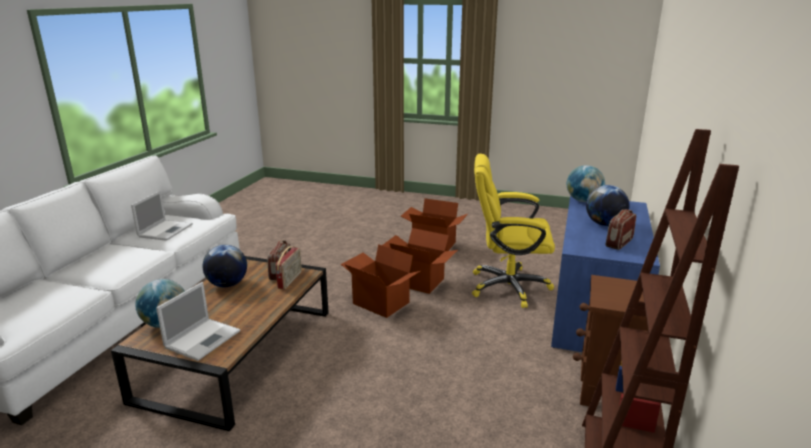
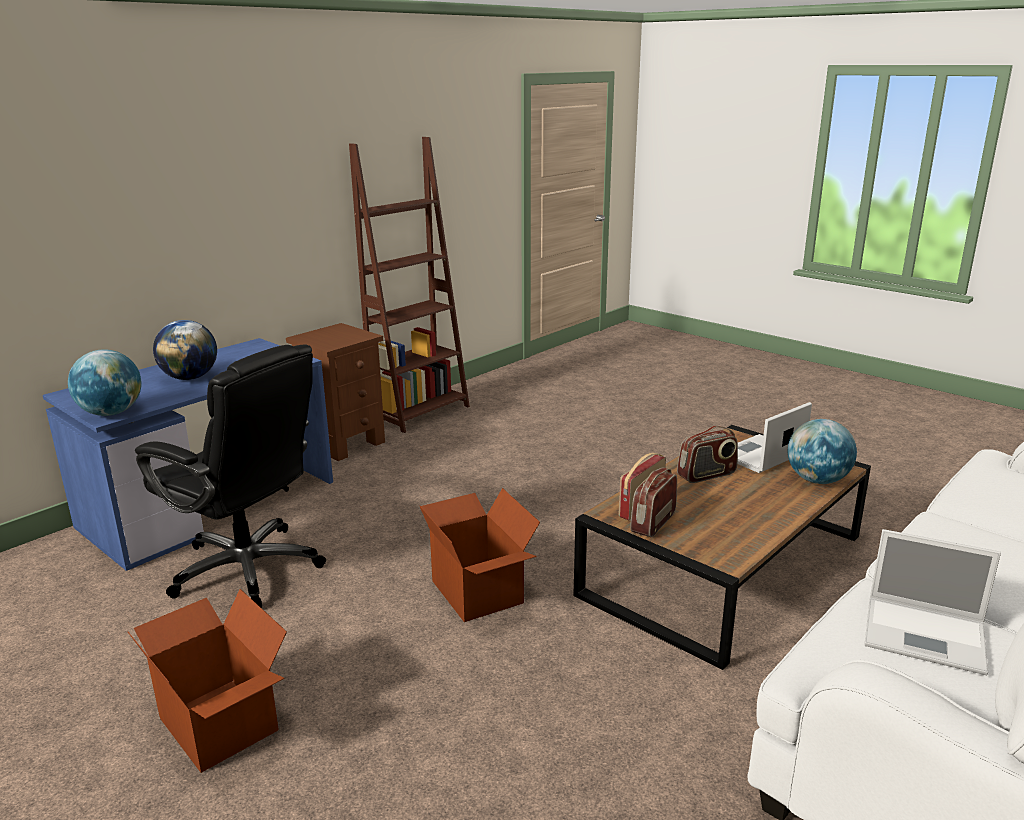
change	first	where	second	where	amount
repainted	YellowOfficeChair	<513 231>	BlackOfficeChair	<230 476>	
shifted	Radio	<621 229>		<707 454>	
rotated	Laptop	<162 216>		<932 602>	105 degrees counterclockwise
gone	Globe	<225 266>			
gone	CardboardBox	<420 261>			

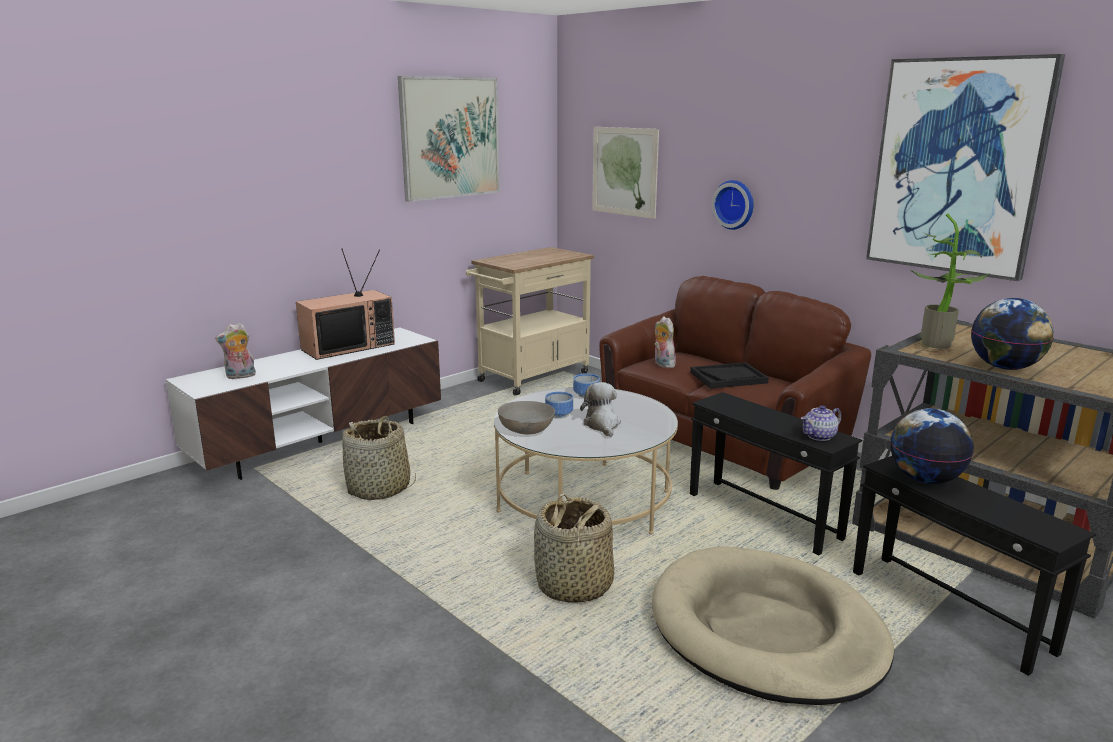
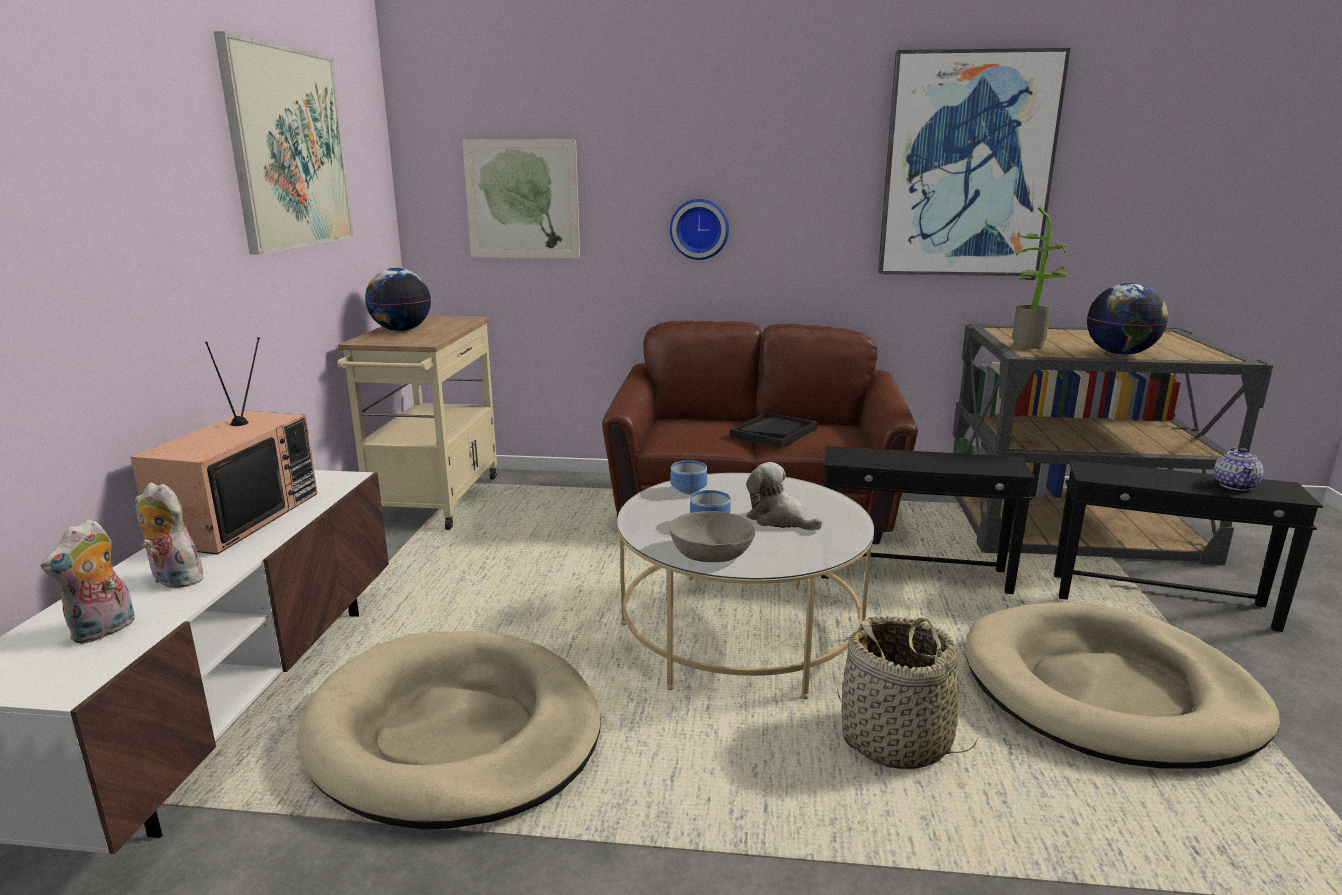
change	first	where	second	where	amount
shifted	PlushToy	<665 342>		<171 535>	
swapped	Basket	<379 458>	BeigeDogBed	<449 730>	
shifted	Globe	<932 446>		<398 299>	
shifted	Teapot	<821 423>		<1239 469>	

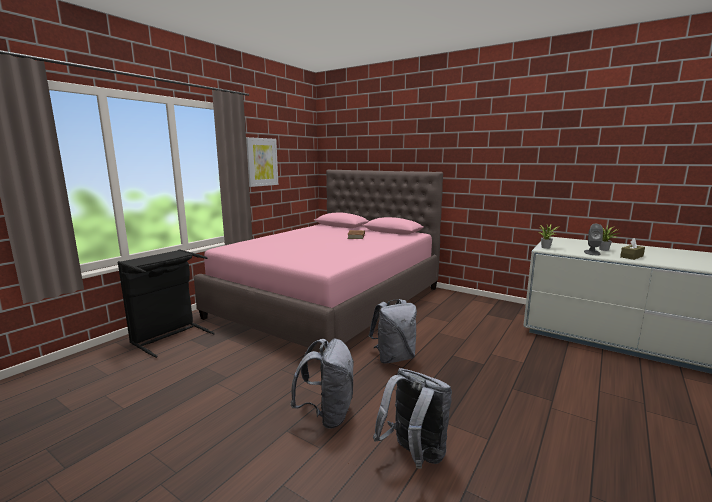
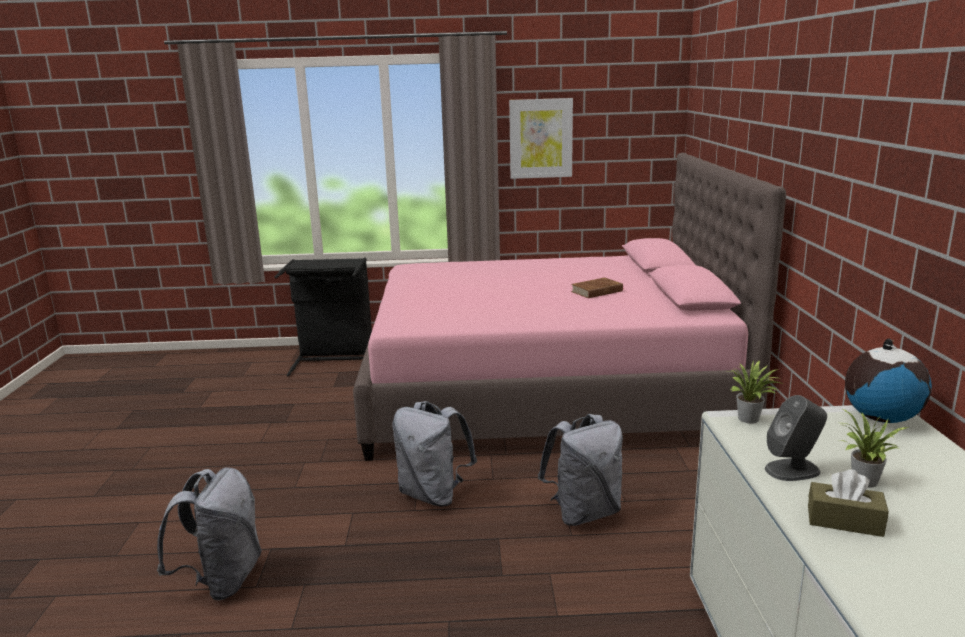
change	first	where	second	where	amount
shifted	GreyBackpack	<322 384>		<580 470>	
new			Globe	<888 380>	

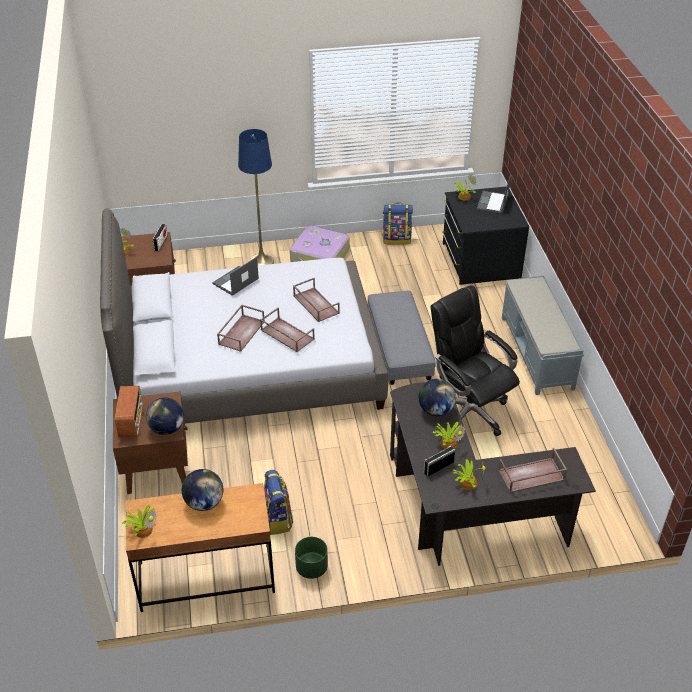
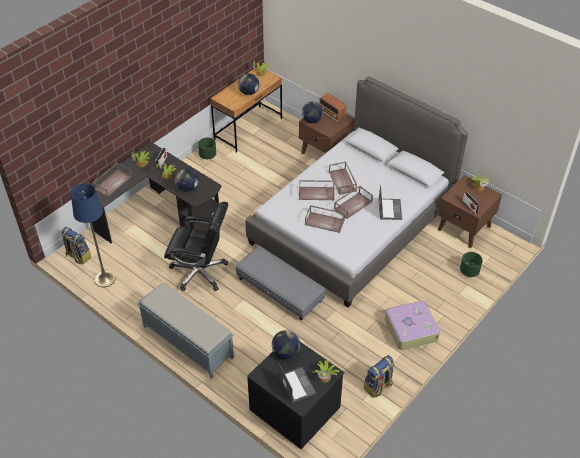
change	first	where	second	where	amount
shifted	Backpack	<278 502>		<76 246>	
shifted	BlueFloorLamp	<256 197>		<93 235>	
new			Globe	<286 344>	
new			BrownTray	<353 202>	
new			GreenPlanter	<471 264>	

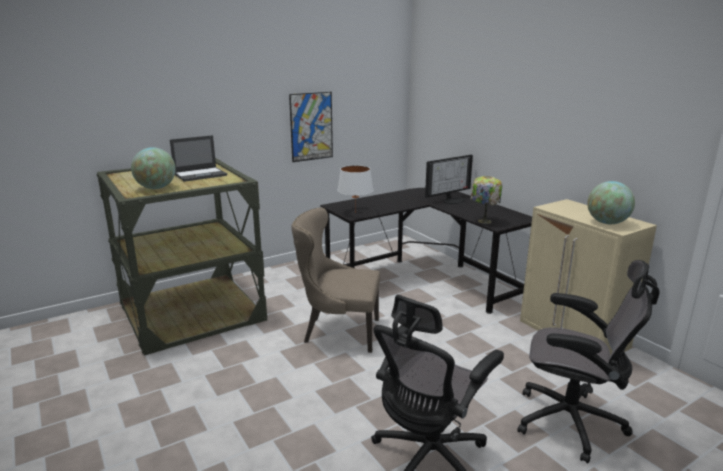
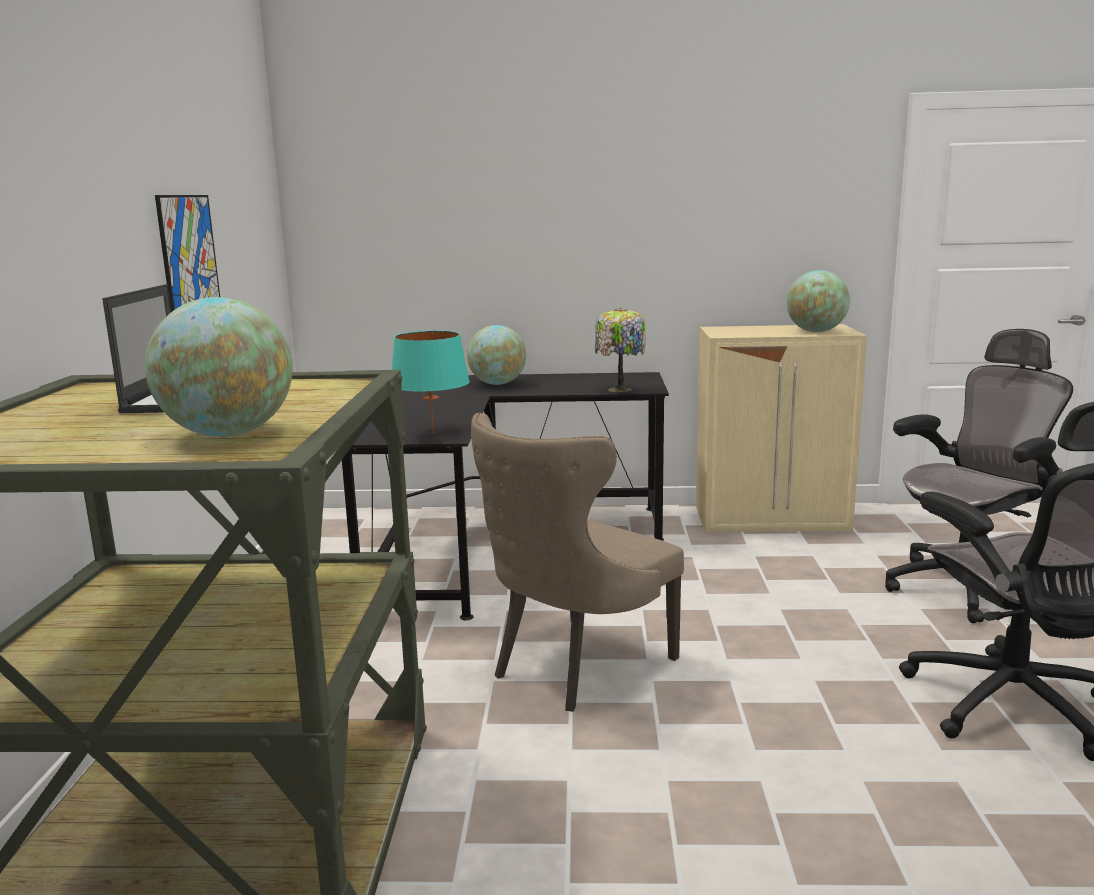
change	first	where	second	where	amount
repainted	WhiteTableLamp	<355 189>	TurquoiseTableLamp	<431 382>	
swapped	Monitor	<449 179>	Globe	<496 355>	

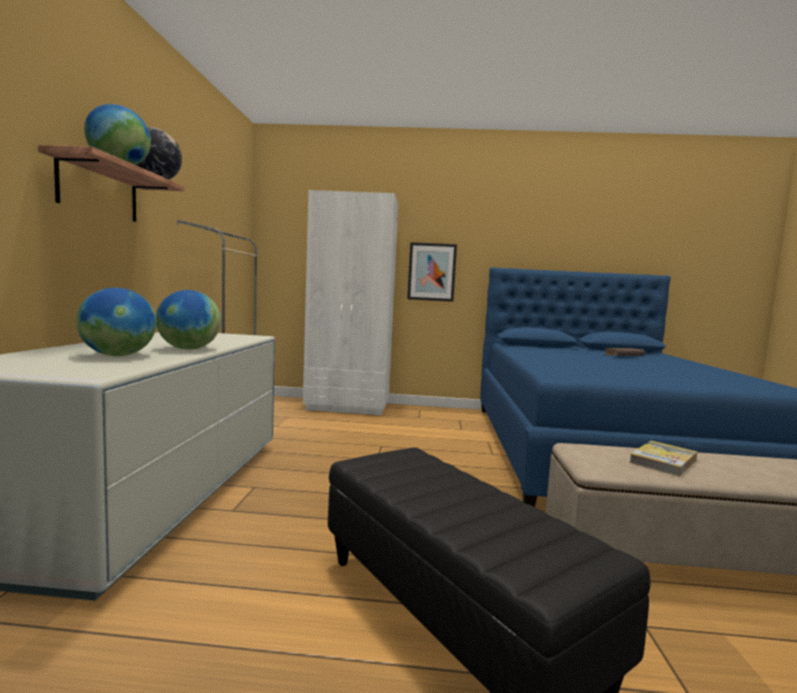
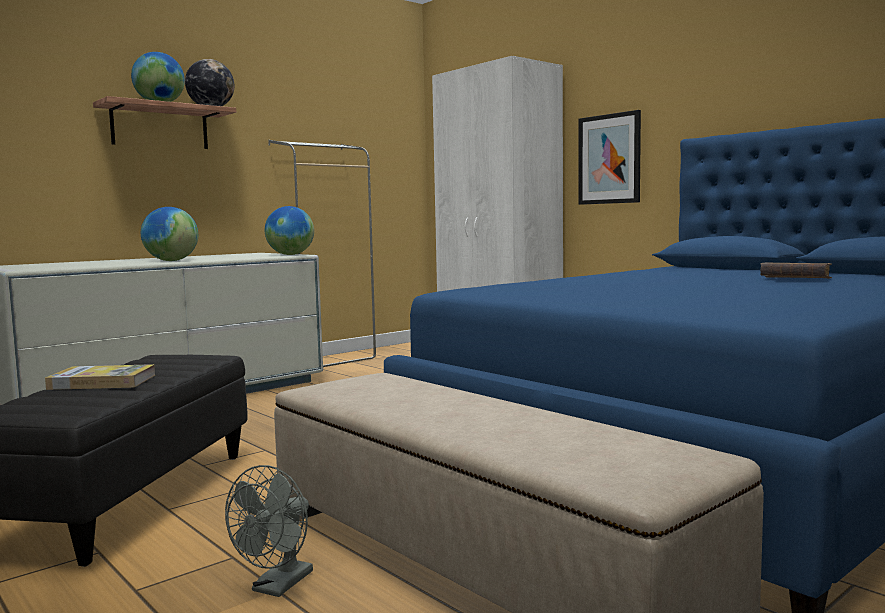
change	first	where	second	where	amount
shifted	Book	<663 459>		<100 377>	
new			GreyFan	<269 531>	
shifted	Globe	<116 322>		<289 230>	

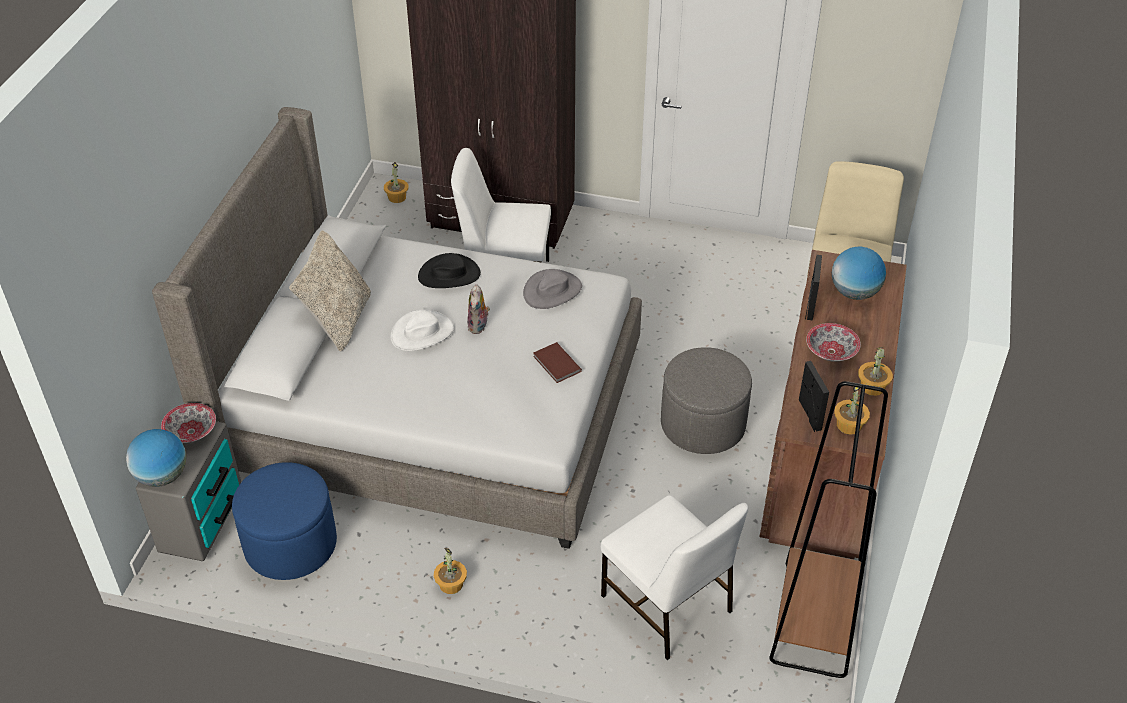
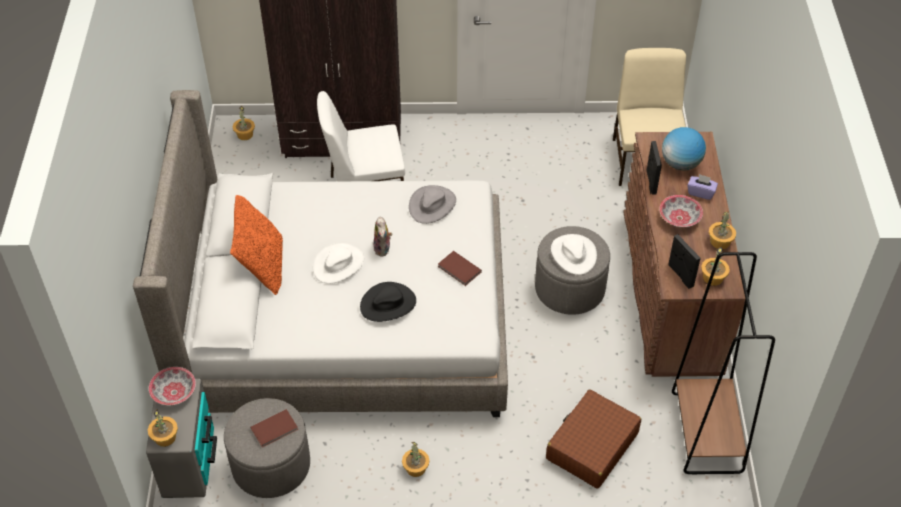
change	first	where	second	where	amount
swapped	Globe	<156 458>	PottedPlant	<163 428>	
repainted	BlueOttoman	<284 521>	GreyOttoman	<267 448>	
repainted	BeigePillow	<330 291>	OrangePillow	<256 245>	
new			BrownBook	<274 428>	
shifted	BlackHat	<449 270>		<388 302>	
swapped	WhiteChair	<674 577>	BrownSuitcase	<593 439>	
new			WhiteHat	<574 254>	
new			PurpleTissueBox	<702 187>	

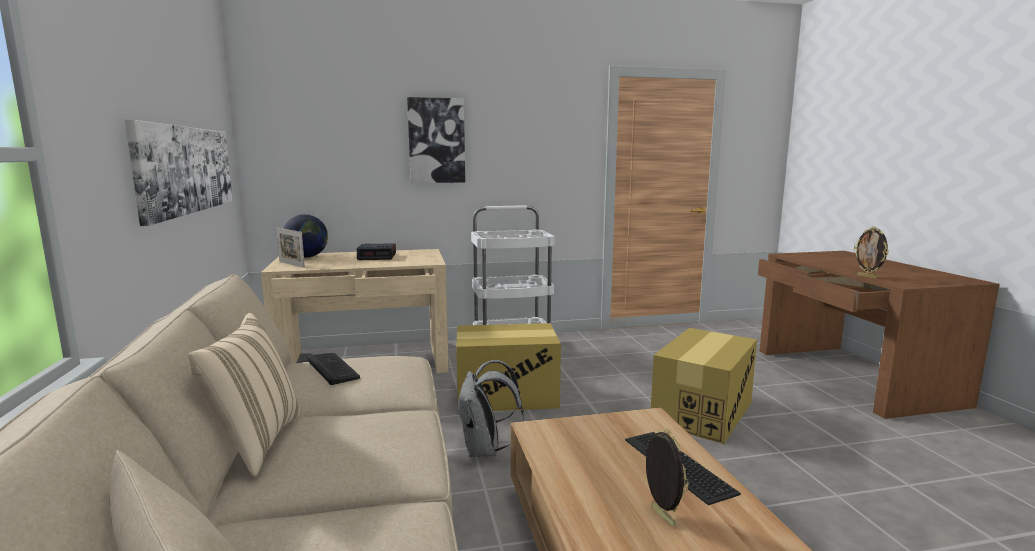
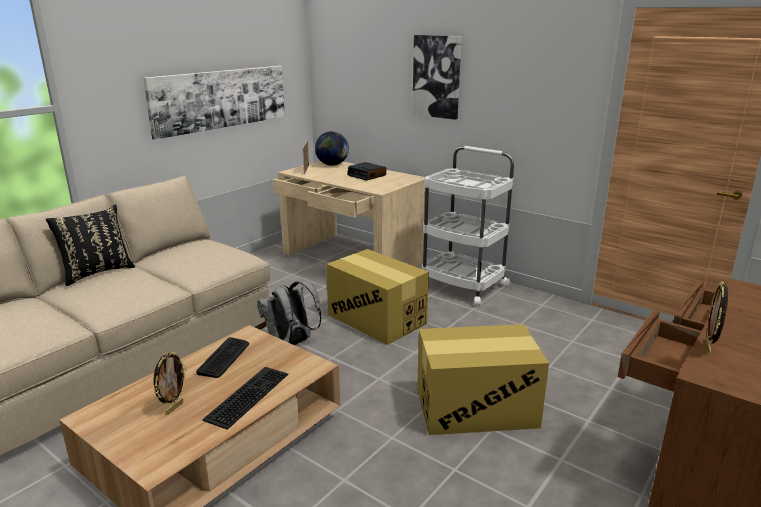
change	first	where	second	where	amount
repainted	BeigePillow	<244 395>	BlackPillow	<90 245>	
shifted	Keyboard	<333 369>		<222 357>	

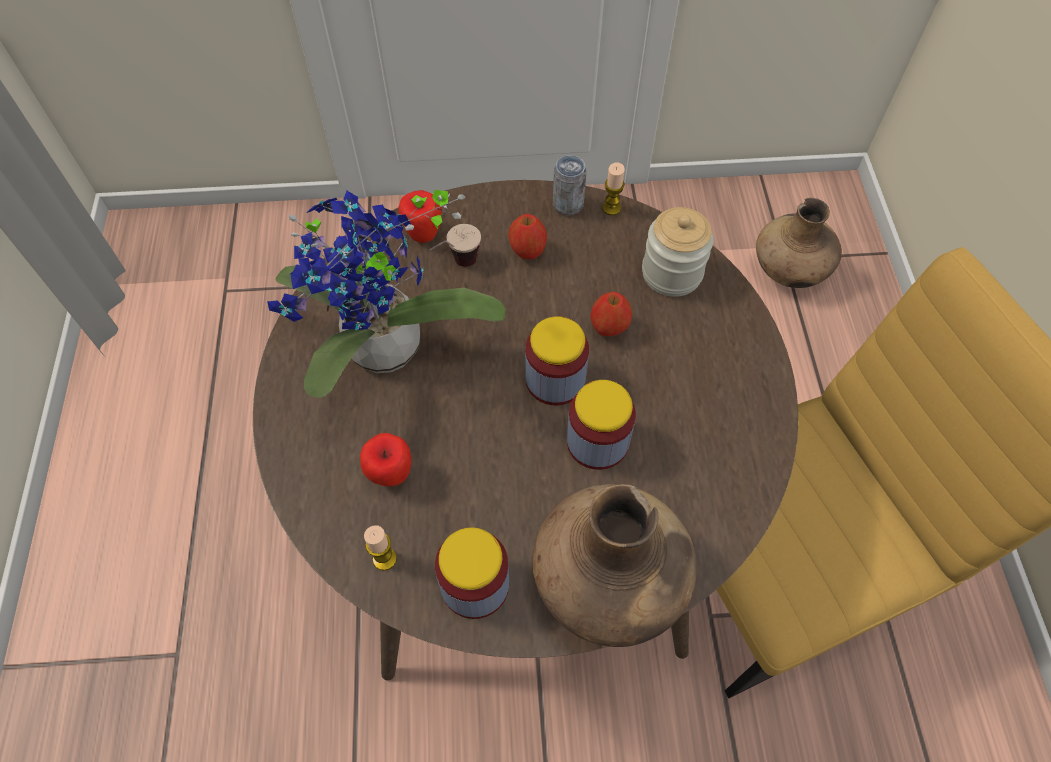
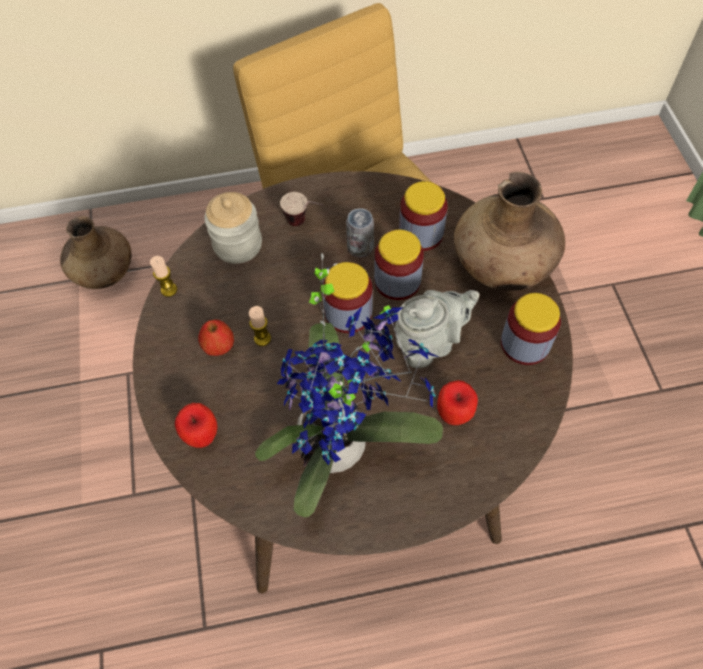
change	first	where	second	where	amount
shifted	Candle	<380 548>		<260 326>	
shifted	Cup	<455 245>		<301 209>	
shifted	Can	<569 185>		<360 233>	
new			GreyTeapot	<437 329>	
new			Jar	<423 216>	
gone	Apple	<611 314>			

